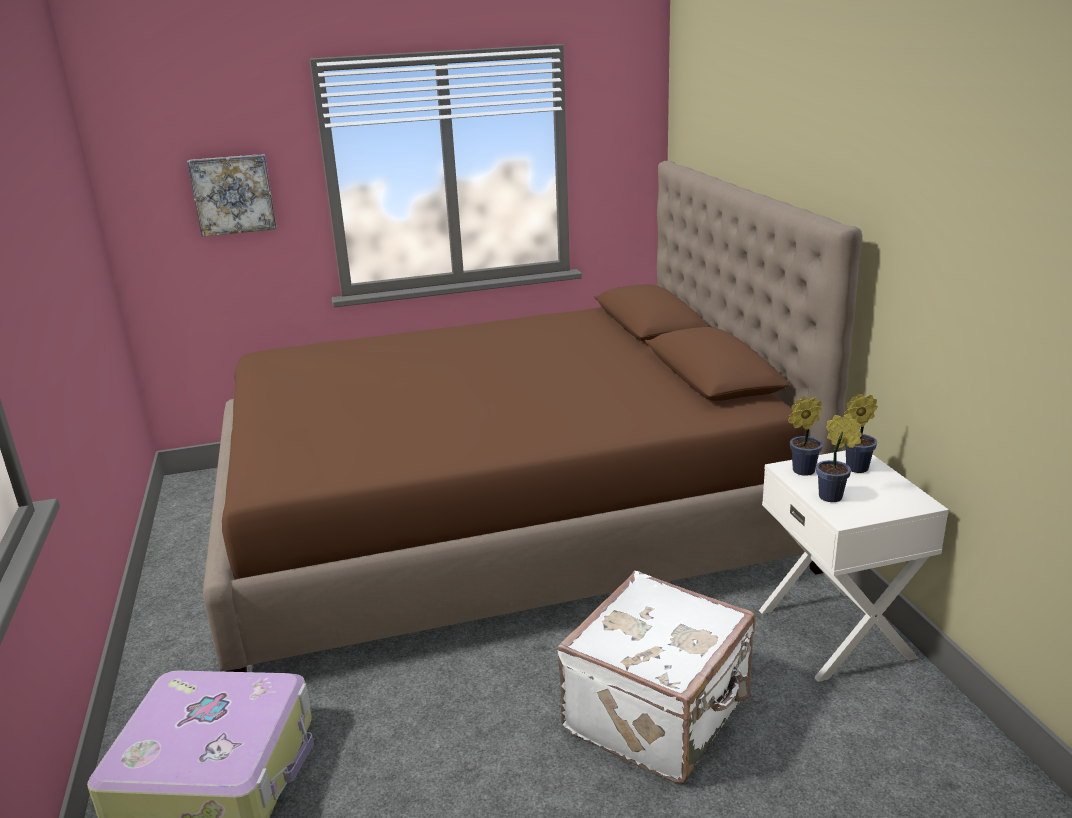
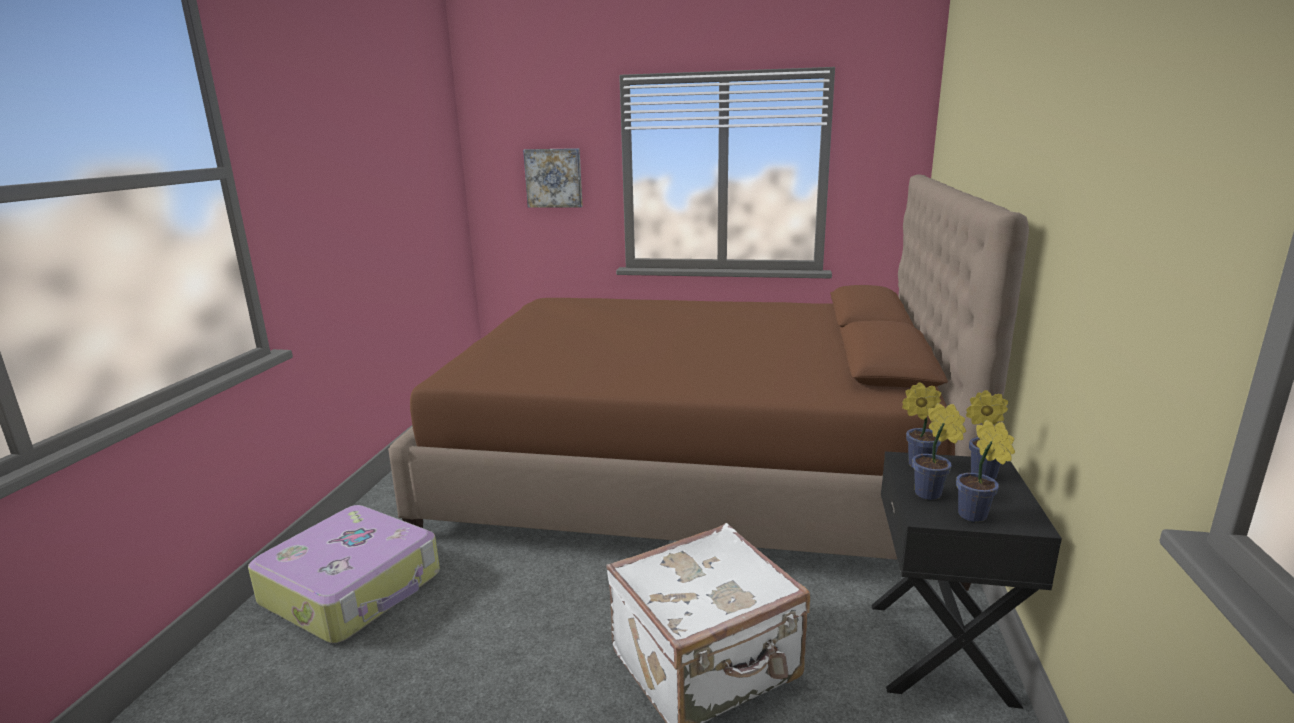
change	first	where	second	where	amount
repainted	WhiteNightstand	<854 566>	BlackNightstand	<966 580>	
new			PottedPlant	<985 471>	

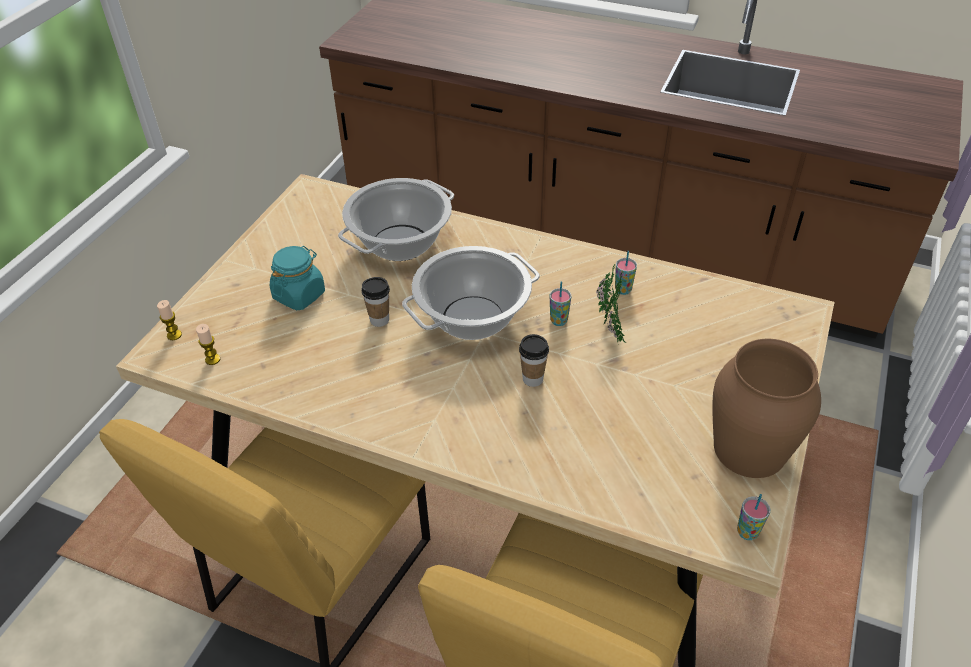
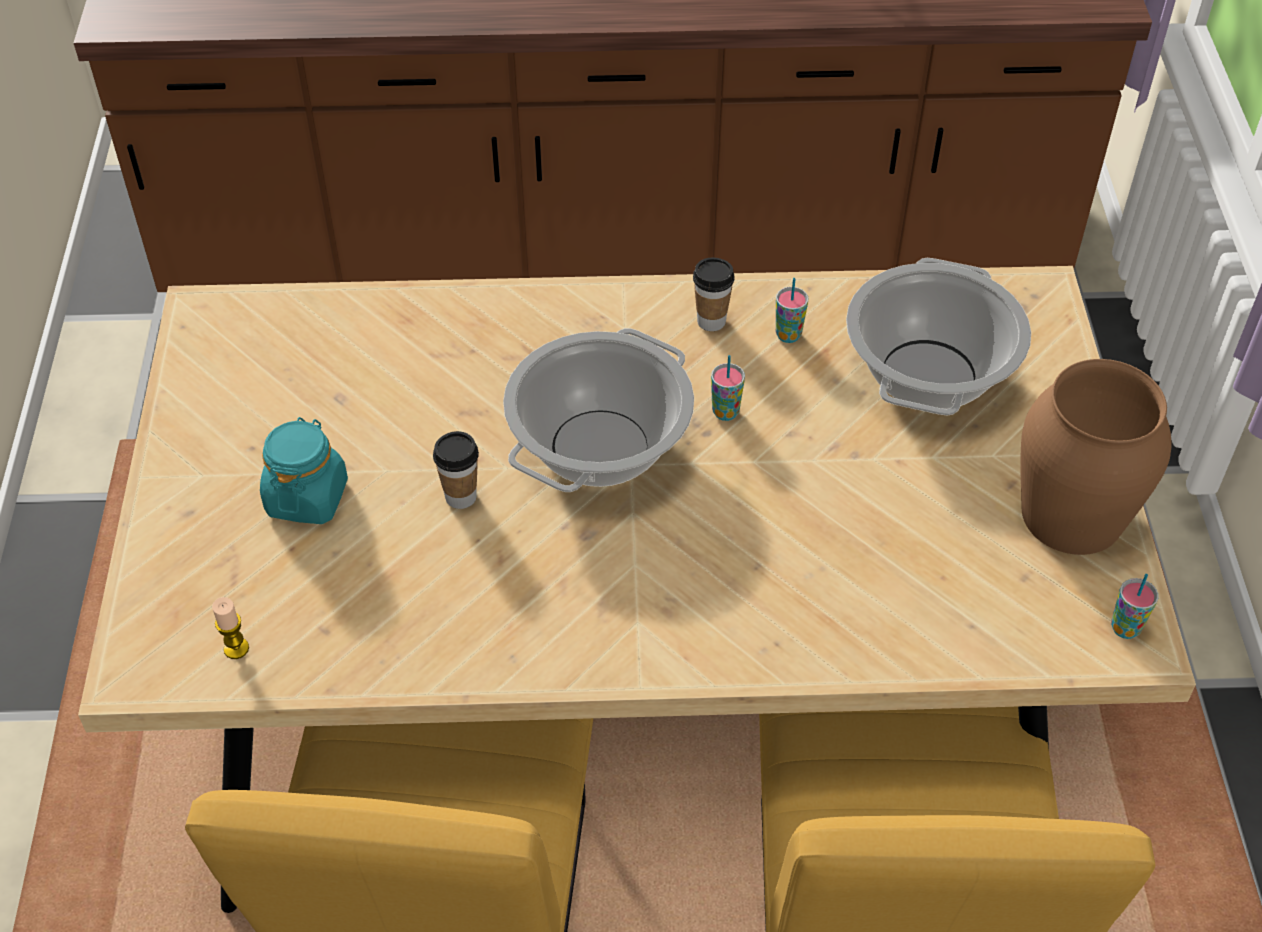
change	first	where	second	where	amount
shifted	Cup	<534 360>		<713 294>	
shifted	CookingPot	<396 219>		<938 337>	
gone	Candle	<169 320>			
gone	PottedPlant	<611 304>			

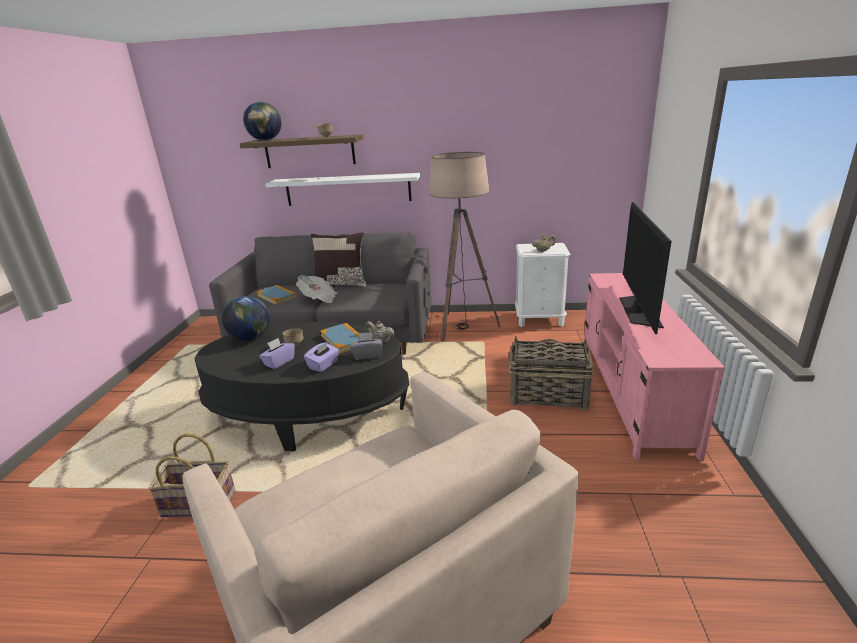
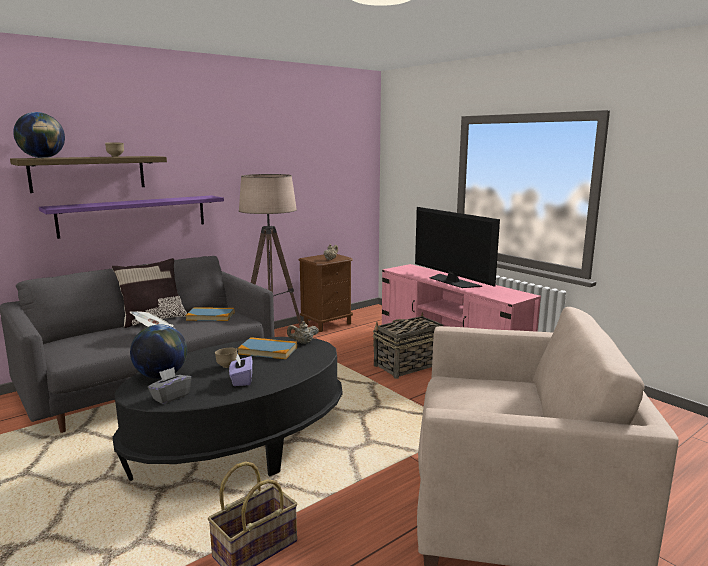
change	first	where	second	where	amount
repainted	WhiteShelf	<342 189>	PurpleShelf	<131 217>	
shifted	GreyTissueBox	<366 346>		<170 385>	
shifted	Book	<277 295>		<210 314>	
repainted	WhiteNightstand	<543 285>	BrownNightstand	<326 293>	
gone	PurpleTissueBox	<321 357>			

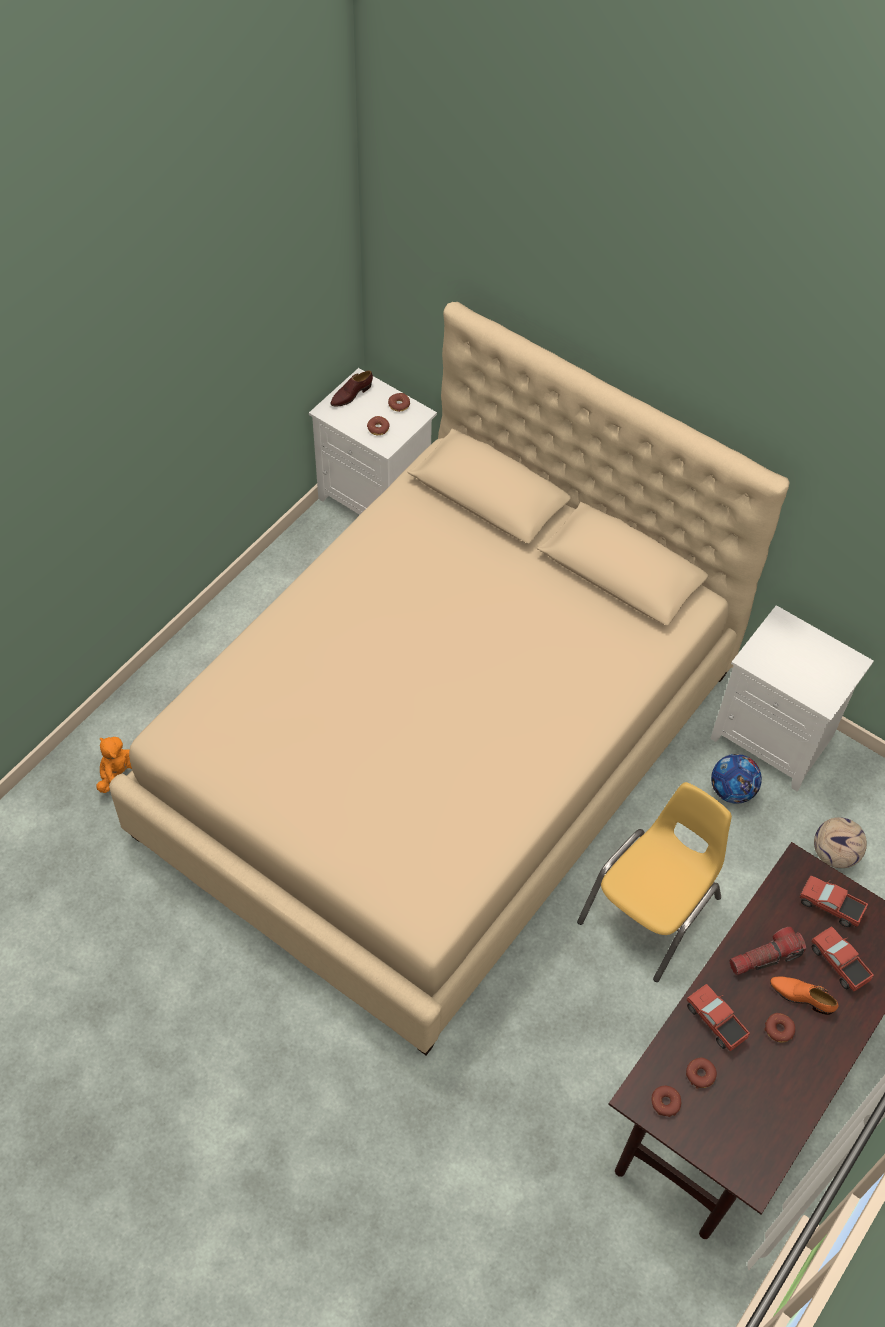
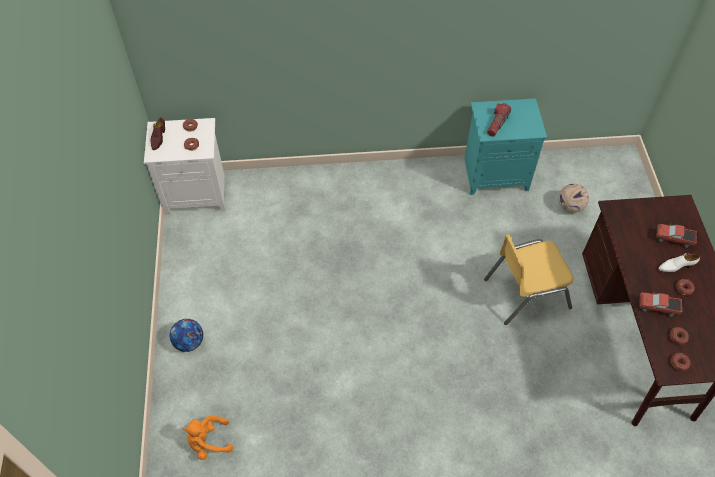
change	first	where	second	where	amount
shifted	Football	<736 779>		<186 335>	
repainted	WhiteNightstand	<792 698>	TurquoiseNightstand	<505 147>	
rotated	YellowChair	<654 882>		<528 279>	105 degrees counterclockwise
shifted	Flashlight	<767 951>		<499 120>	
repainted	OrangeShoe	<804 996>	WhiteShoe	<679 263>	
gone	BeigeBed	<449 678>			
gone	ToyTruck	<834 901>			

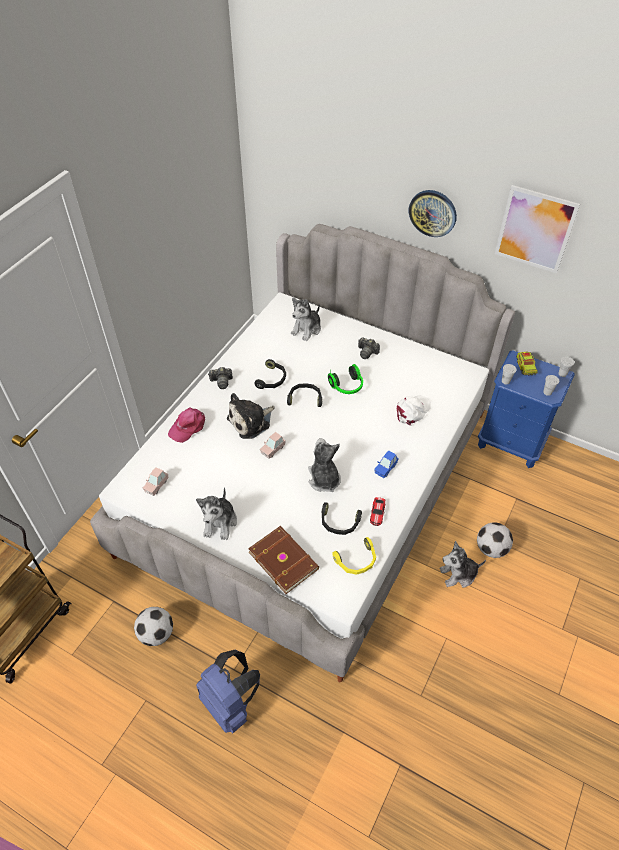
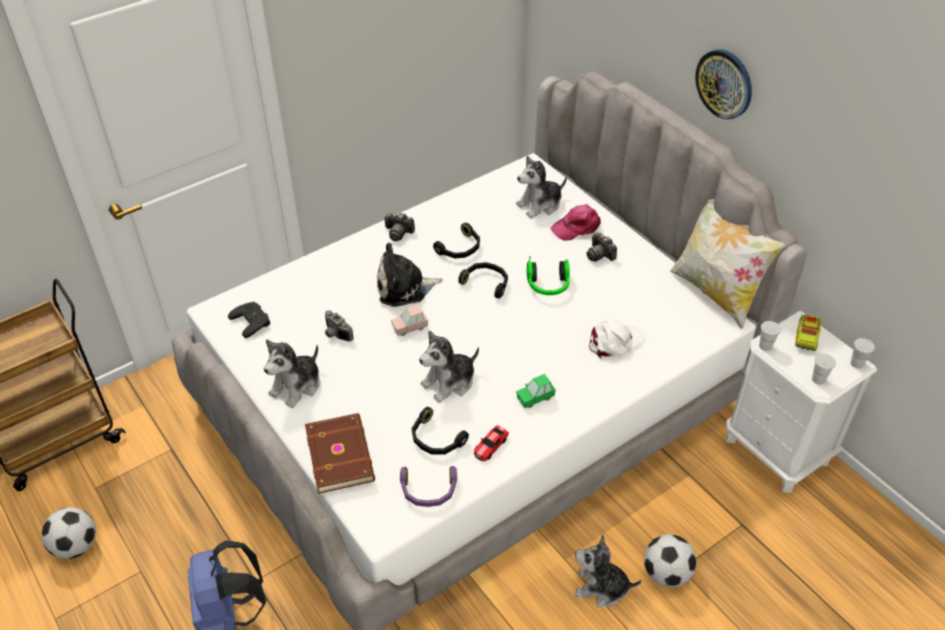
change	first	where	second	where	amount
shifted	Football	<153 626>		<68 533>	
swapped	PinkToyCar	<155 481>	BlackGameController	<249 320>	
new			PhotoCamera	<339 326>	
repainted	YellowHeadphones	<354 556>	PurpleHeadphones	<428 486>	
rotated	PlushToy	<324 465>		<449 367>	135 degrees counterclockwise
repainted	BlueToyCar	<386 464>	GreenToyCar	<536 391>	
shifted	PinkCap	<186 425>		<575 222>	
new			Pillow	<728 264>	
repainted	BlueNightstand	<526 409>	WhiteNightstand	<801 402>	
gone	Picture	<537 229>			

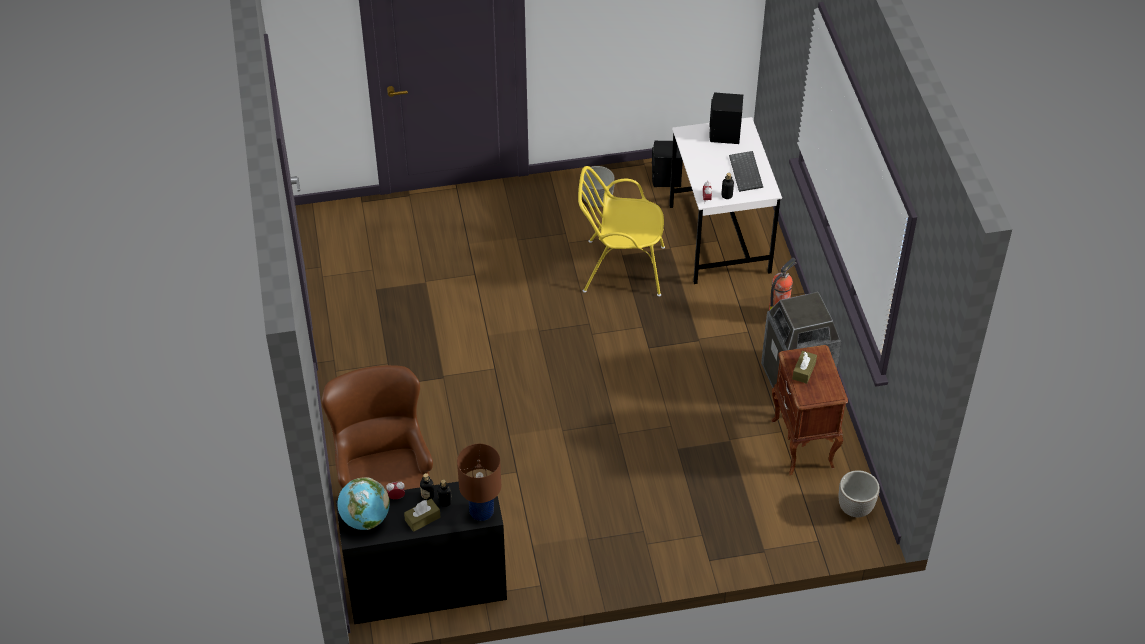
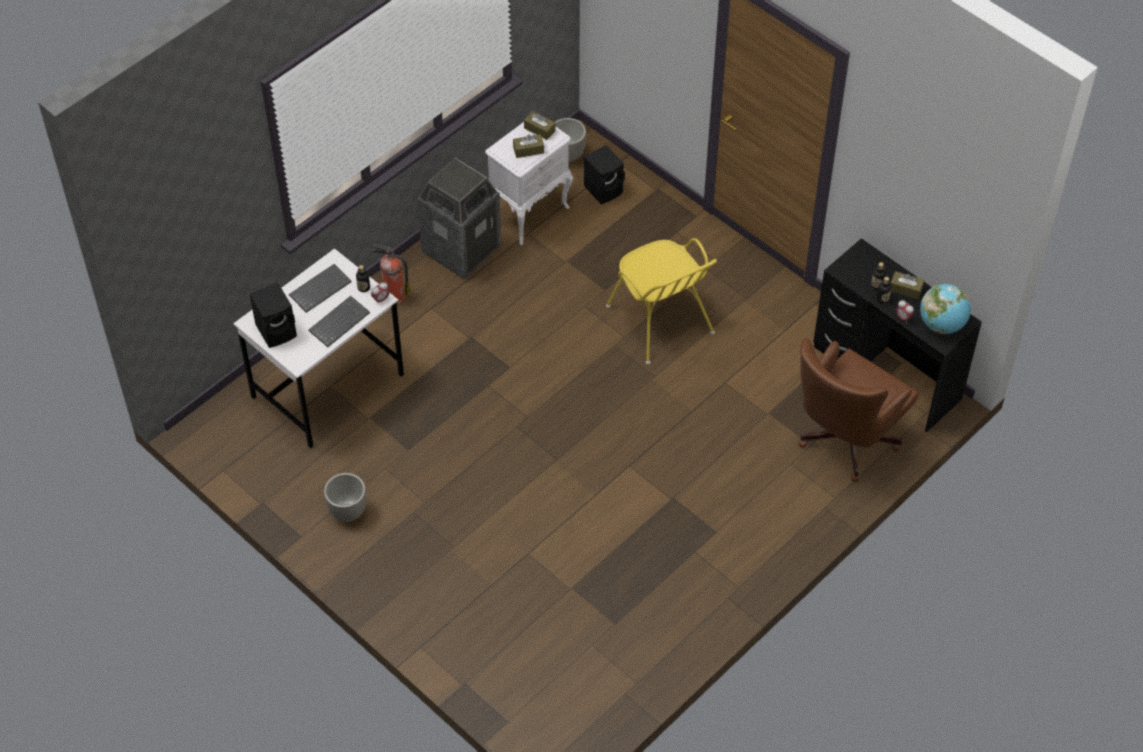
change	first	where	second	where	amount
new			Keyboard	<339 321>	
repainted	BrownNightstand	<809 410>	WhiteNightstand	<529 183>	
new			BrownTissueBox	<540 125>	
shifted	BlackSpeaker	<667 163>		<604 174>	
shifted	YellowChair	<621 231>		<661 301>	
gone	BrownTableLamp	<479 482>			

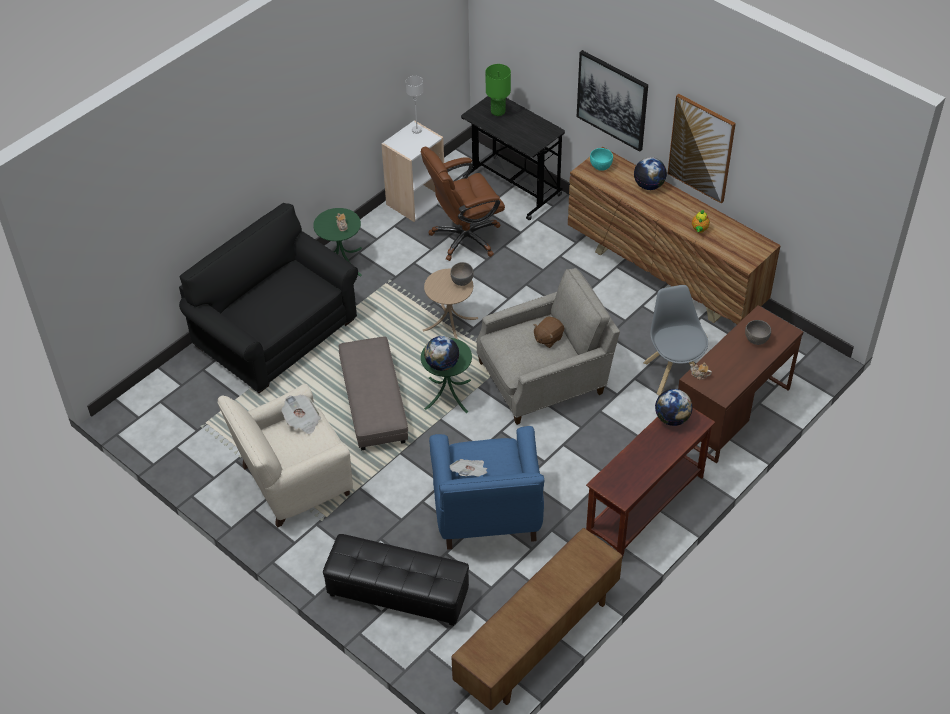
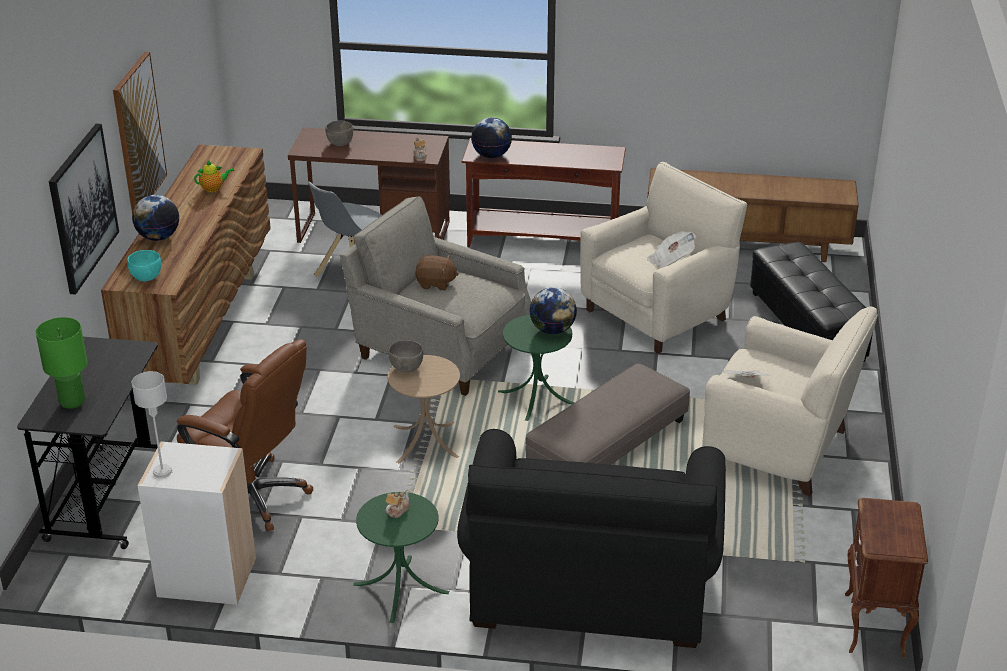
change	first	where	second	where	amount
repainted	BlueArmchair	<486 488>	BeigeArmchair	<663 258>	
new			BrownNightstand	<886 578>	

